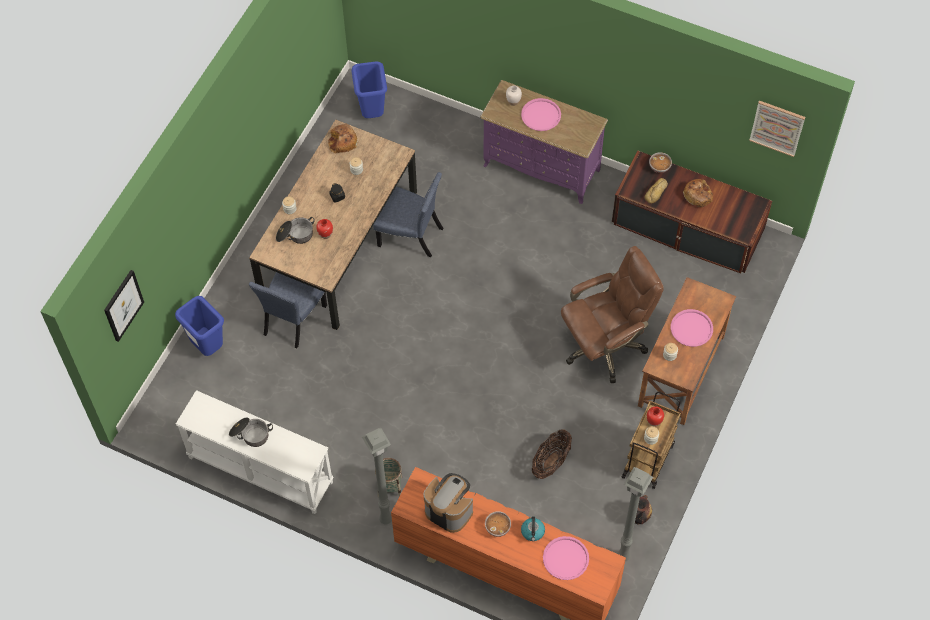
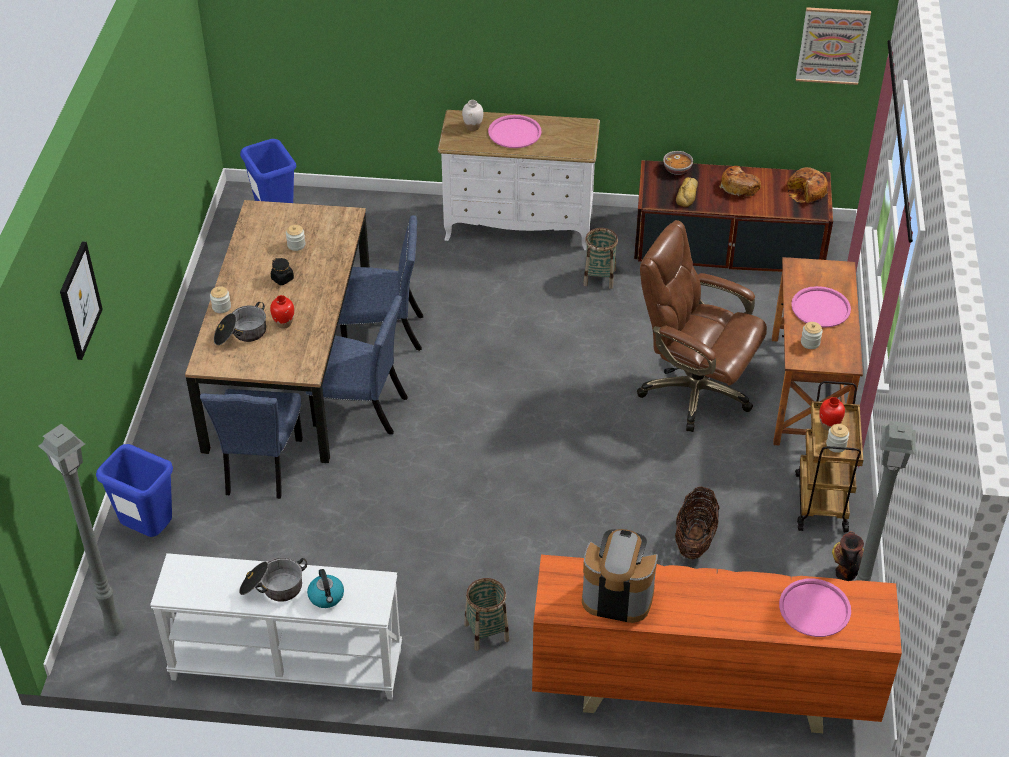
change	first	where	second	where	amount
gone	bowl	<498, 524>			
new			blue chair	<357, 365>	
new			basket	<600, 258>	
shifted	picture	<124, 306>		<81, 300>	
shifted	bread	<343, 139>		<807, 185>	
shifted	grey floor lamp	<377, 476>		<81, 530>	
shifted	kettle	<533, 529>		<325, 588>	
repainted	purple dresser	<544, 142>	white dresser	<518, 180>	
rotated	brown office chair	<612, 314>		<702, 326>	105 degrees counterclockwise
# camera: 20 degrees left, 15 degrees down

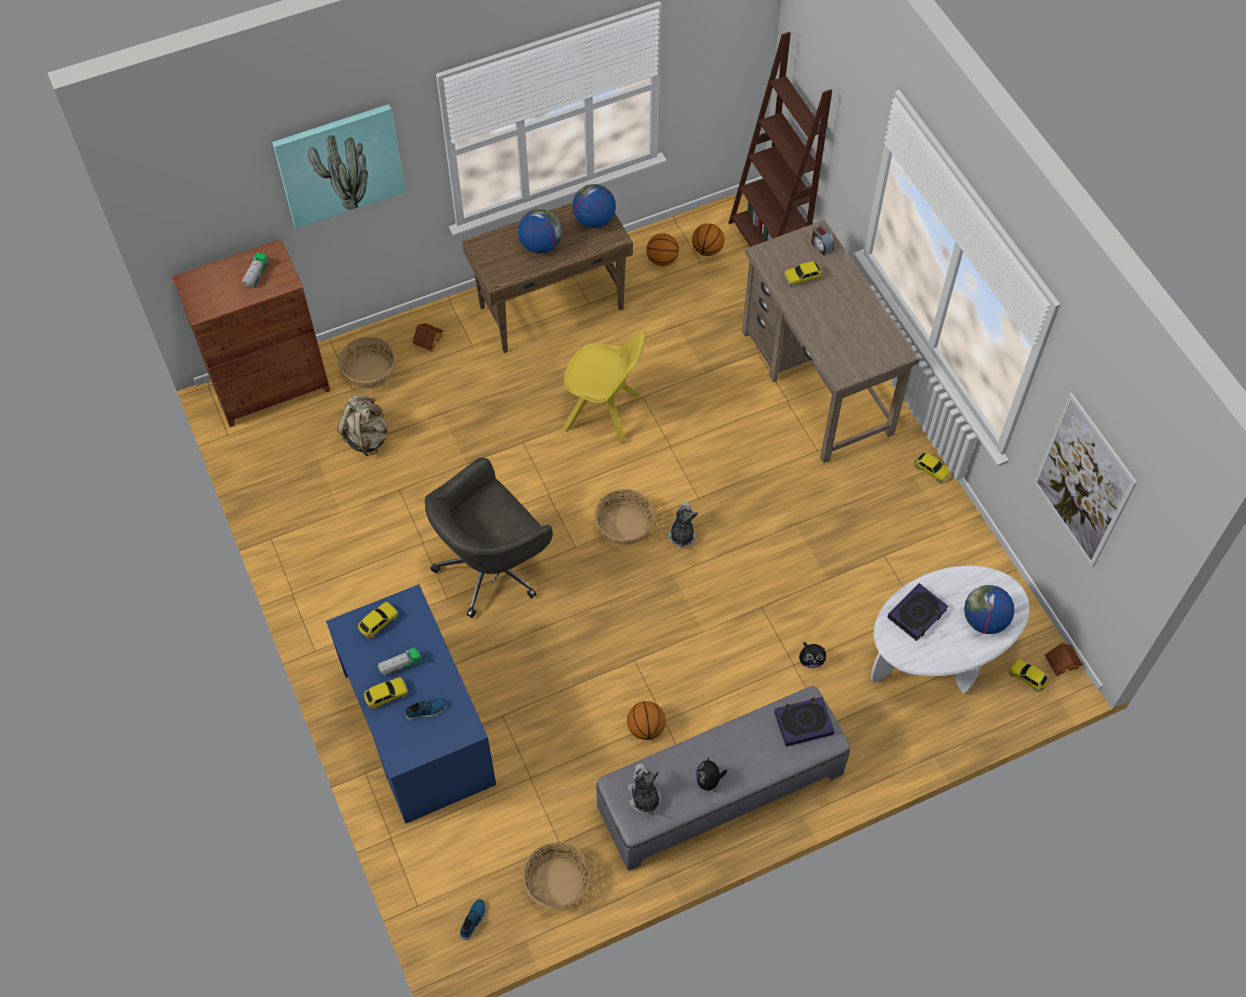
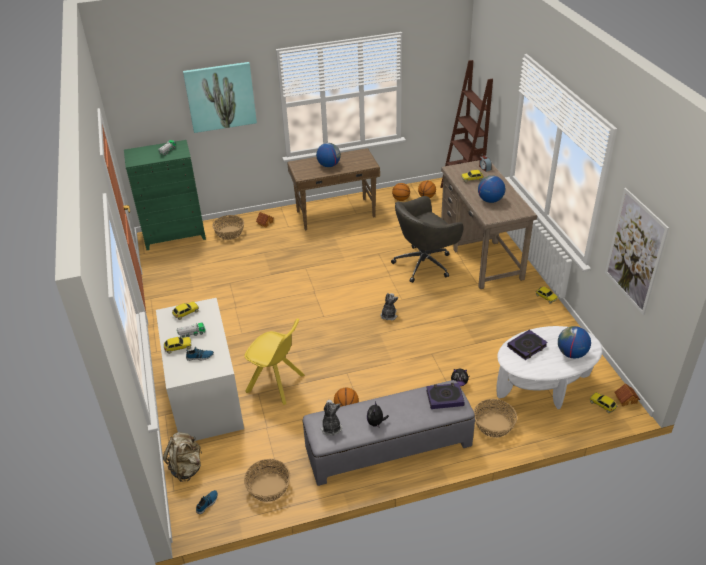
change	first	where	second	where	amount
shifted	beige backpack	<362, 425>		<182, 457>	
shifted	grey office chair	<489, 537>		<427, 239>	
shifted	yellow chair	<603, 387>		<274, 361>	
shifted	globe	<594, 206>		<491, 189>	
shifted	basket	<625, 517>		<495, 418>	
repainted	brown dresser	<251, 333>	green dresser	<165, 195>	
repainted	blue desk	<411, 704>	white desk	<200, 369>	
# camera: 10 degrees right, 20 degrees down

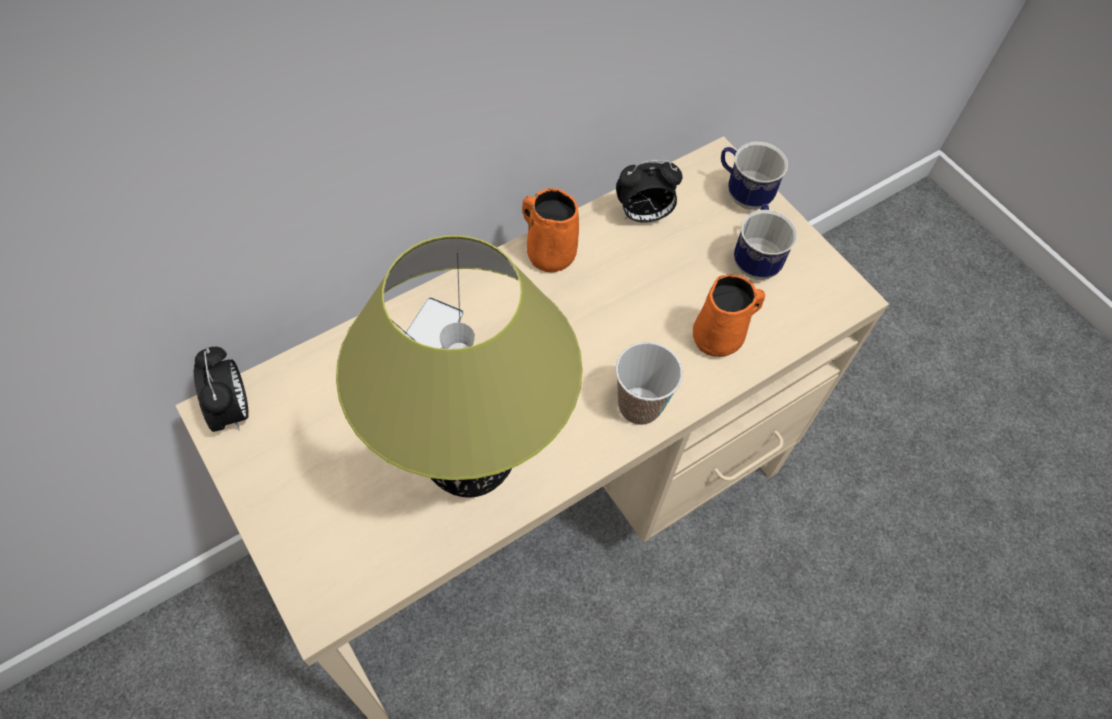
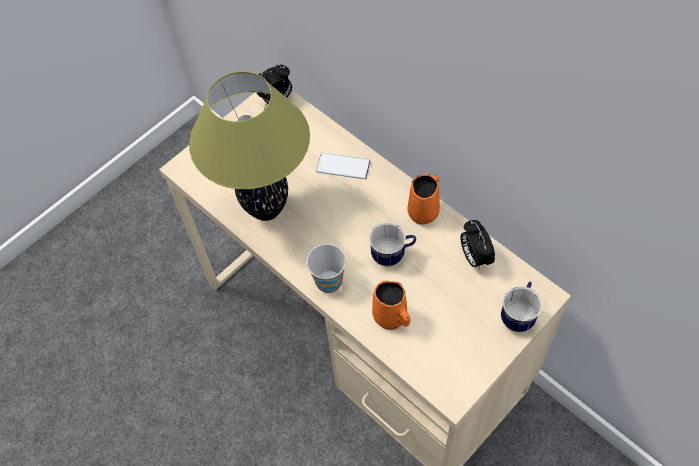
change	first	where	second	where	amount
shifted	mug	<765, 242>		<392, 244>	
# camera: 85 degrees right, 0 degrees up

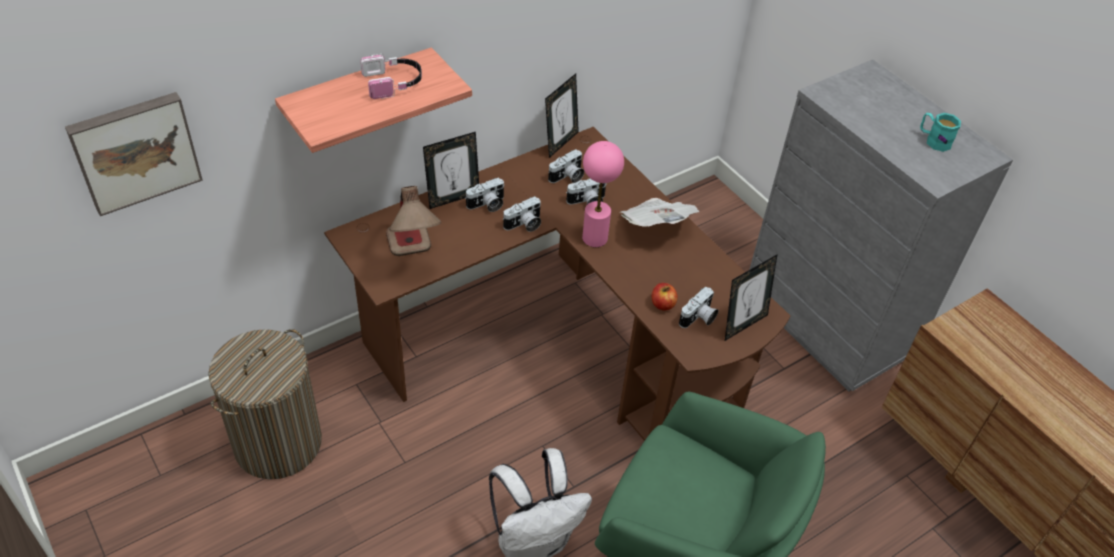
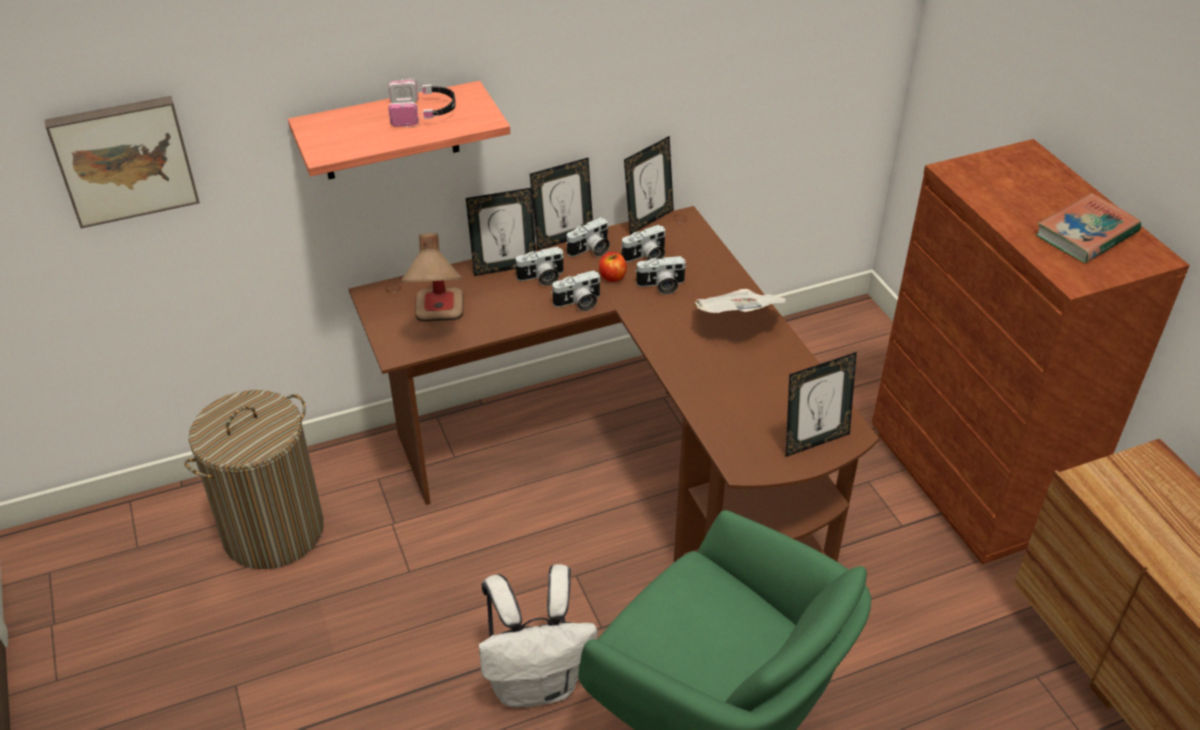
change	first	where	second	where	amount
gone	pink table lamp	<603, 194>			
new			picture frame	<561, 203>	
shifted	apple	<665, 297>		<613, 267>	
shifted	photo camera	<699, 307>		<588, 237>	
swapped	turquoise mug	<940, 132>	book	<1088, 228>	
repainted	grey dresser	<881, 225>	brown dresser	<1030, 351>	
# camera: 15 degrees right, 5 degrees down

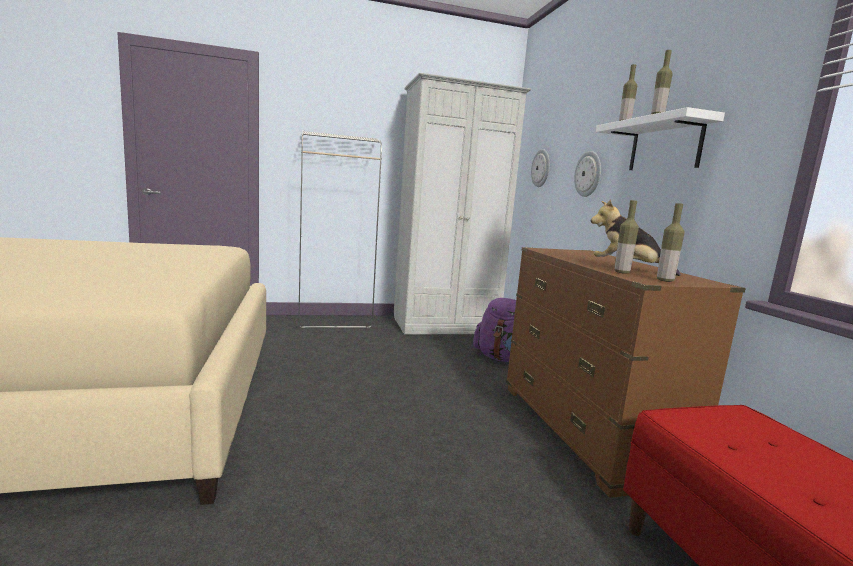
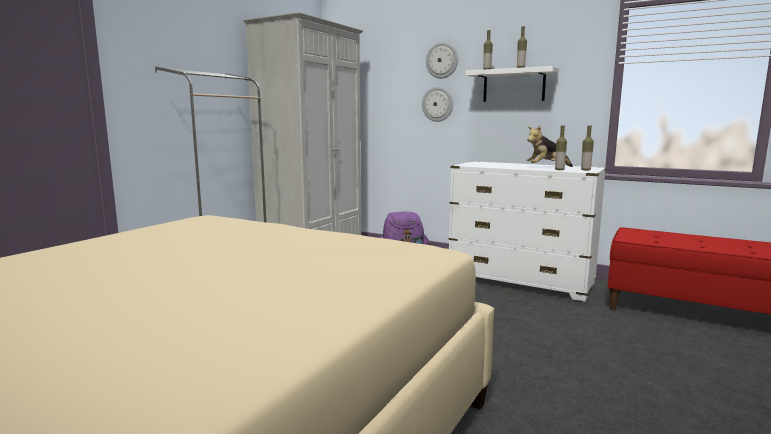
change	first	where	second	where	amount
shifted	wall clock	<540, 168>		<442, 60>	
repainted	brown dresser	<626, 372>	white dresser	<527, 231>	
# camera: 45 degrees left, 0 degrees up

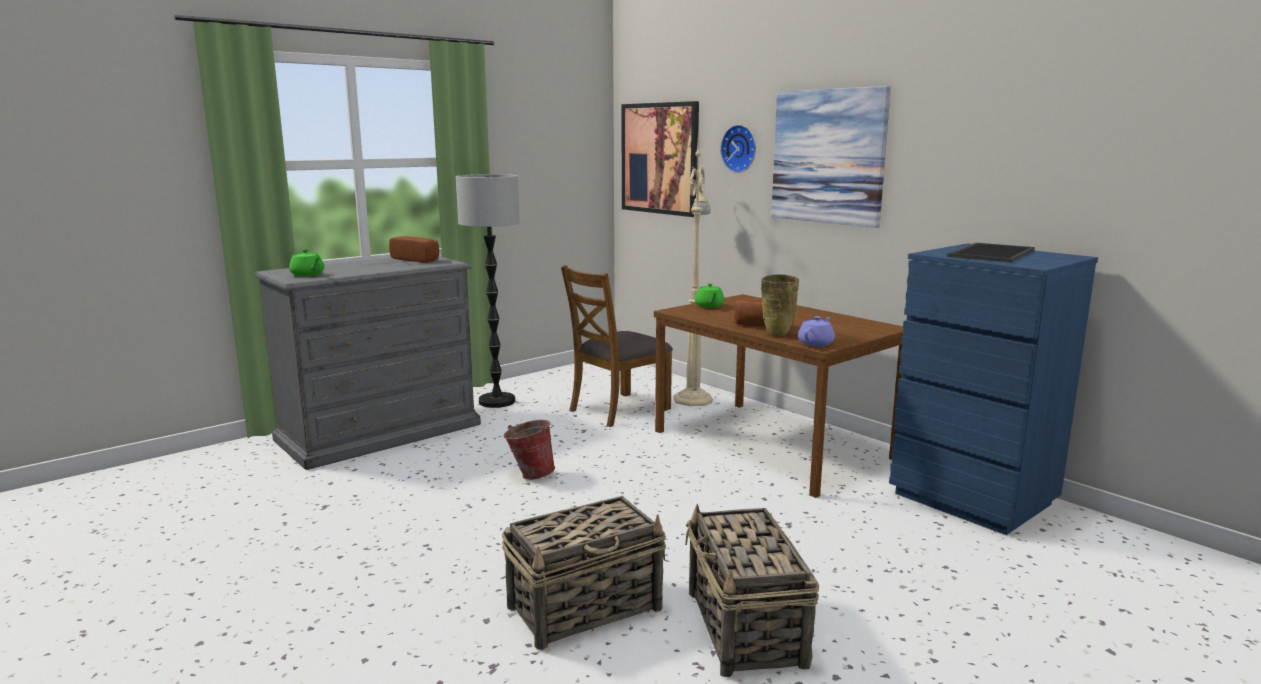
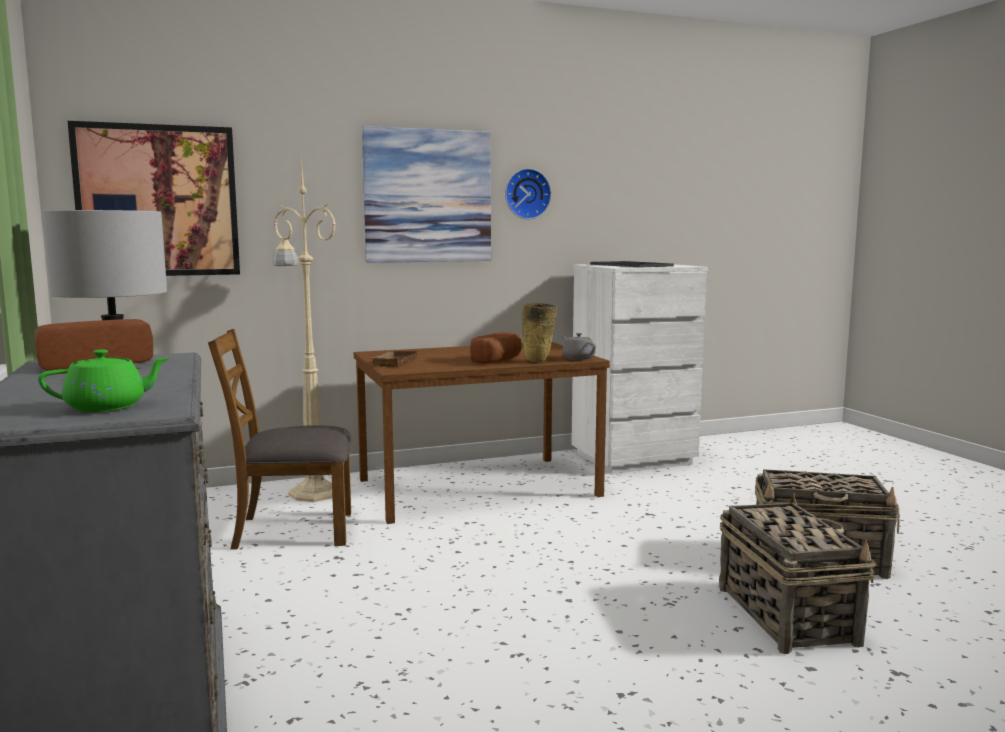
change	first	where	second	where	amount
gone	bucket	<529, 450>			
shifted	wall clock	<738, 149>		<528, 193>	
swapped	green teapot	<709, 295>	brown tray	<394, 359>	
repainted	purple teapot	<816, 331>	grey teapot	<578, 346>	
repainted	blue dresser	<993, 389>	white dresser	<639, 369>	
rotated	brown chair	<617, 346>		<280, 439>	105 degrees clockwise
# camera: 70 degrees left, 5 degrees down

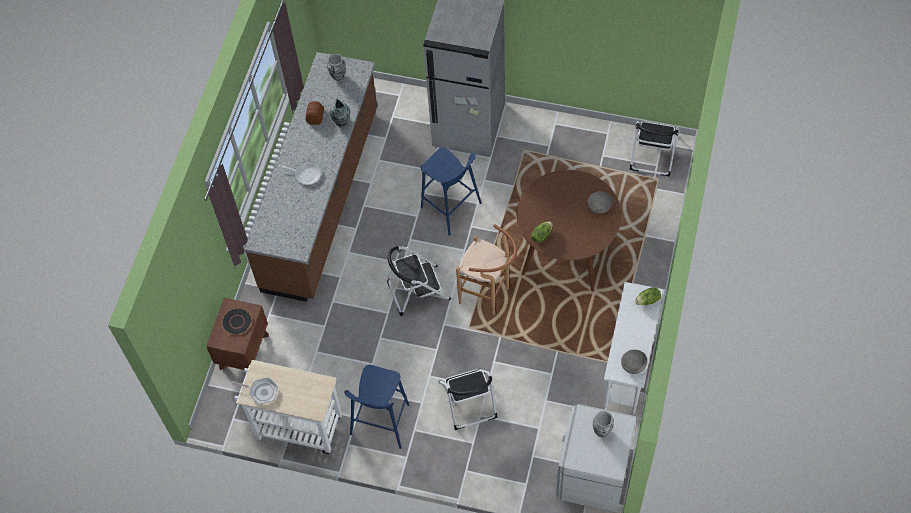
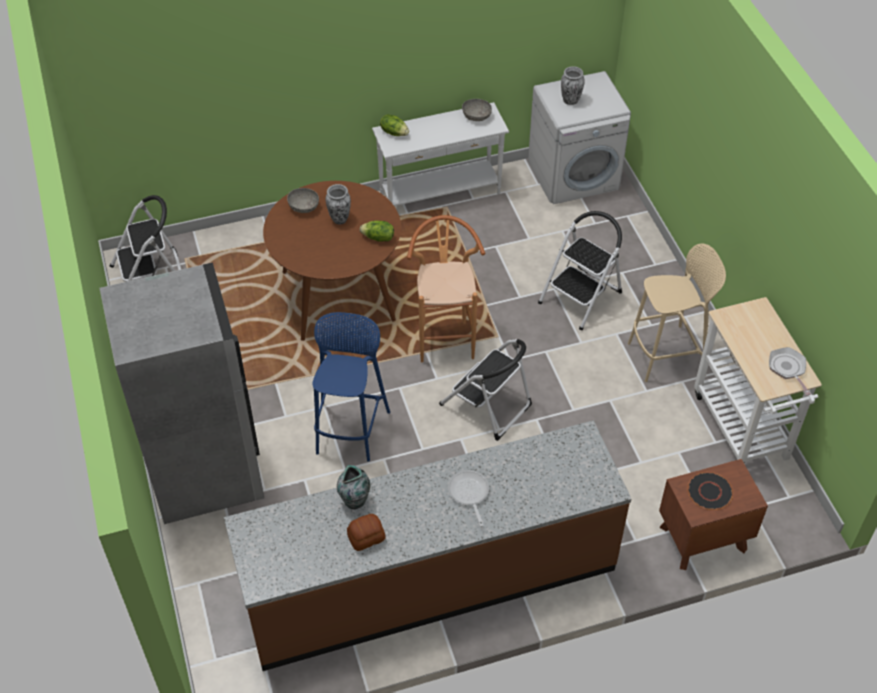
change	first	where	second	where	amount
shifted	vase	<336, 67>		<338, 204>	
repainted	blue stool	<377, 407>	beige stool	<677, 313>	
# camera: 125 degrees left, 10 degrees down

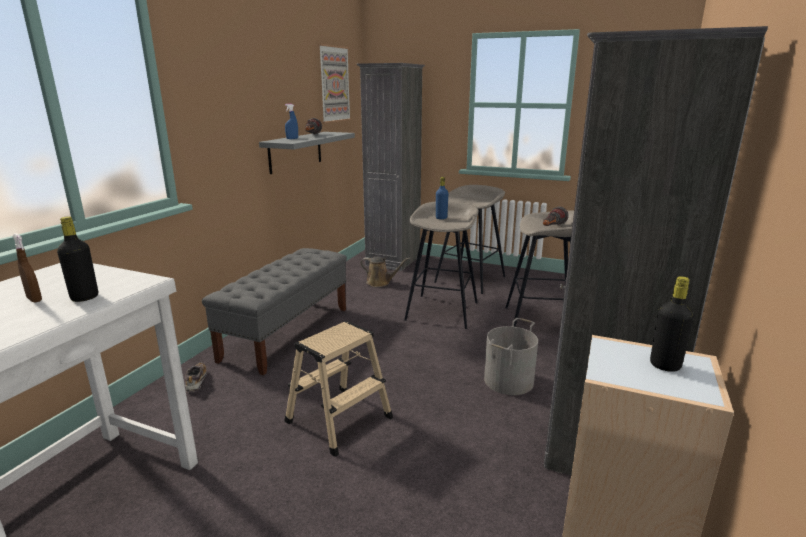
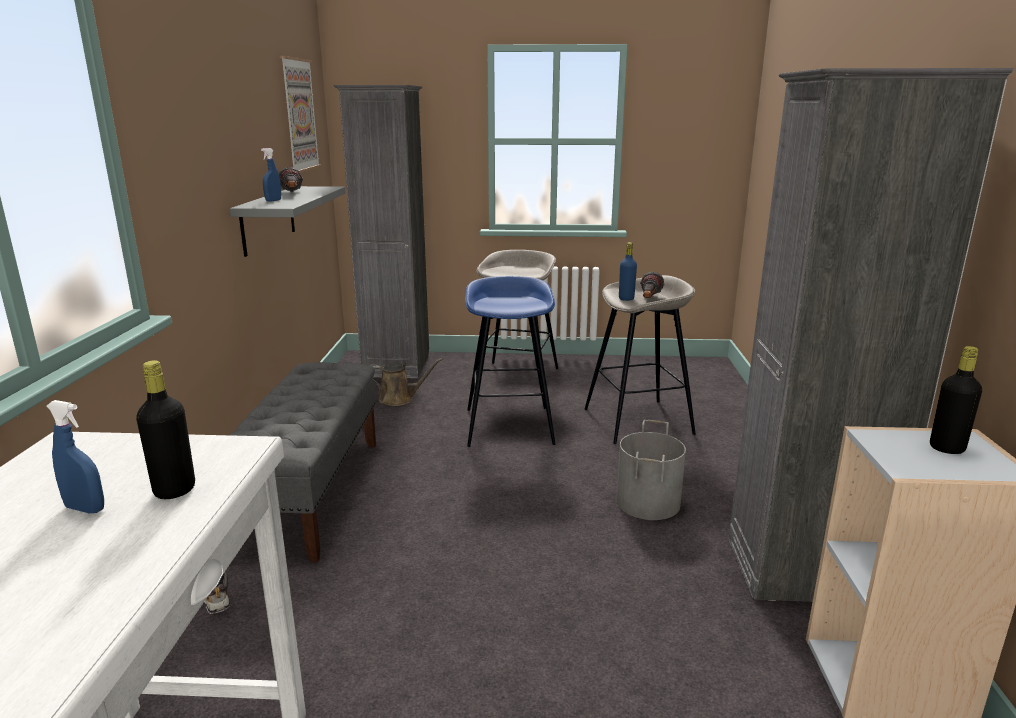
change	first	where	second	where	amount
gone	beige step ladder	<338, 388>			
shifted	blue bottle	<442, 198>		<628, 271>	
repainted	brown spray bottle	<27, 267>	blue spray bottle	<75, 456>	
repainted	grey stool	<441, 265>	blue stool	<510, 361>	
# camera: 20 degrees left, 0 degrees up

